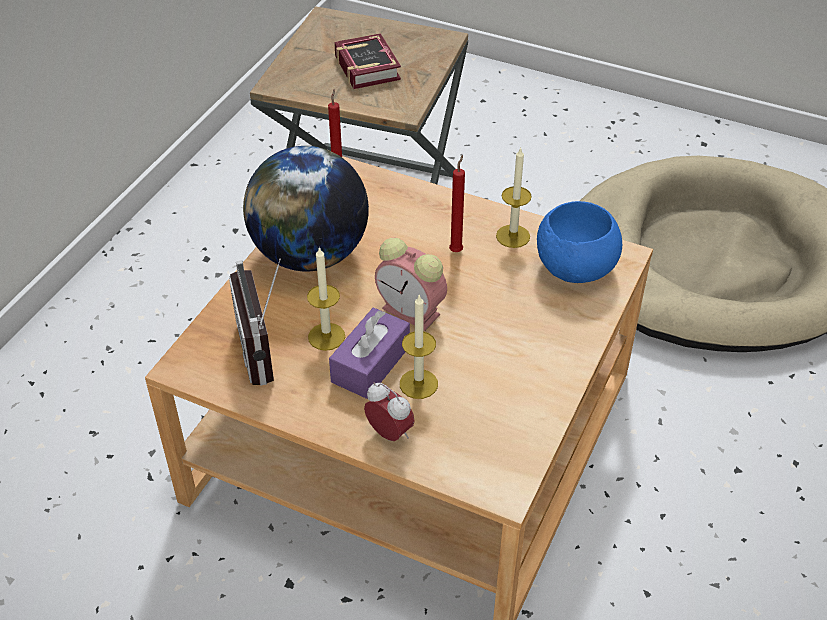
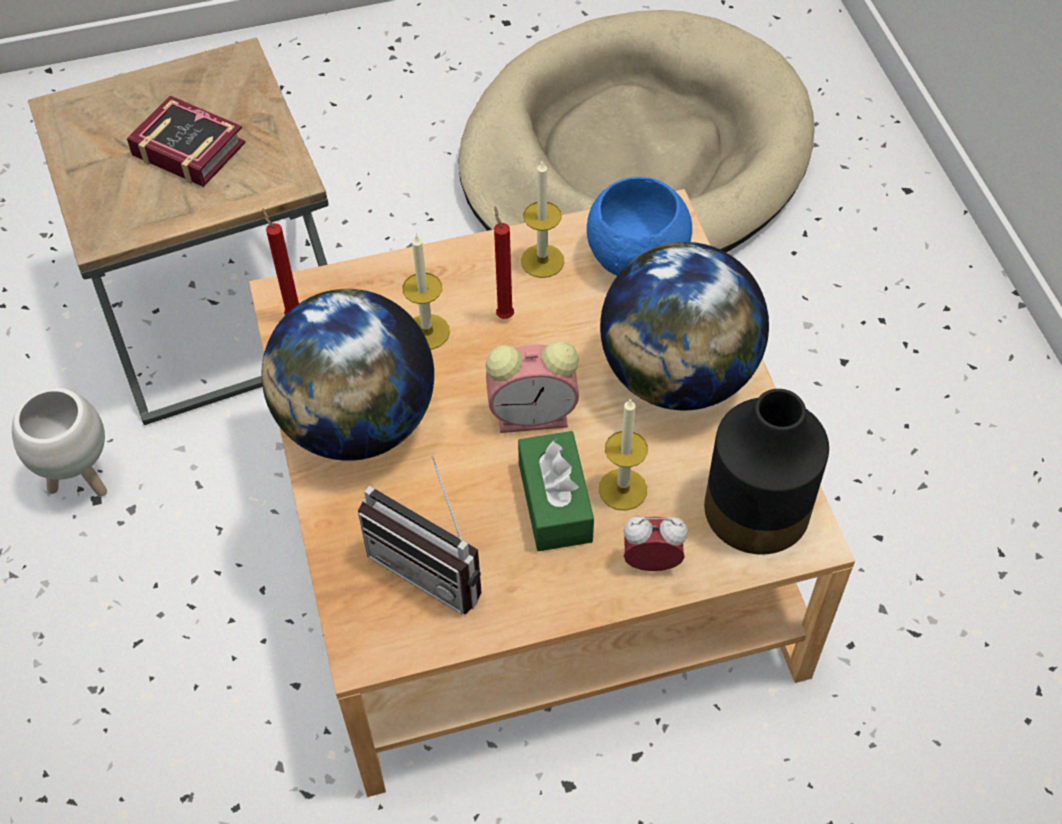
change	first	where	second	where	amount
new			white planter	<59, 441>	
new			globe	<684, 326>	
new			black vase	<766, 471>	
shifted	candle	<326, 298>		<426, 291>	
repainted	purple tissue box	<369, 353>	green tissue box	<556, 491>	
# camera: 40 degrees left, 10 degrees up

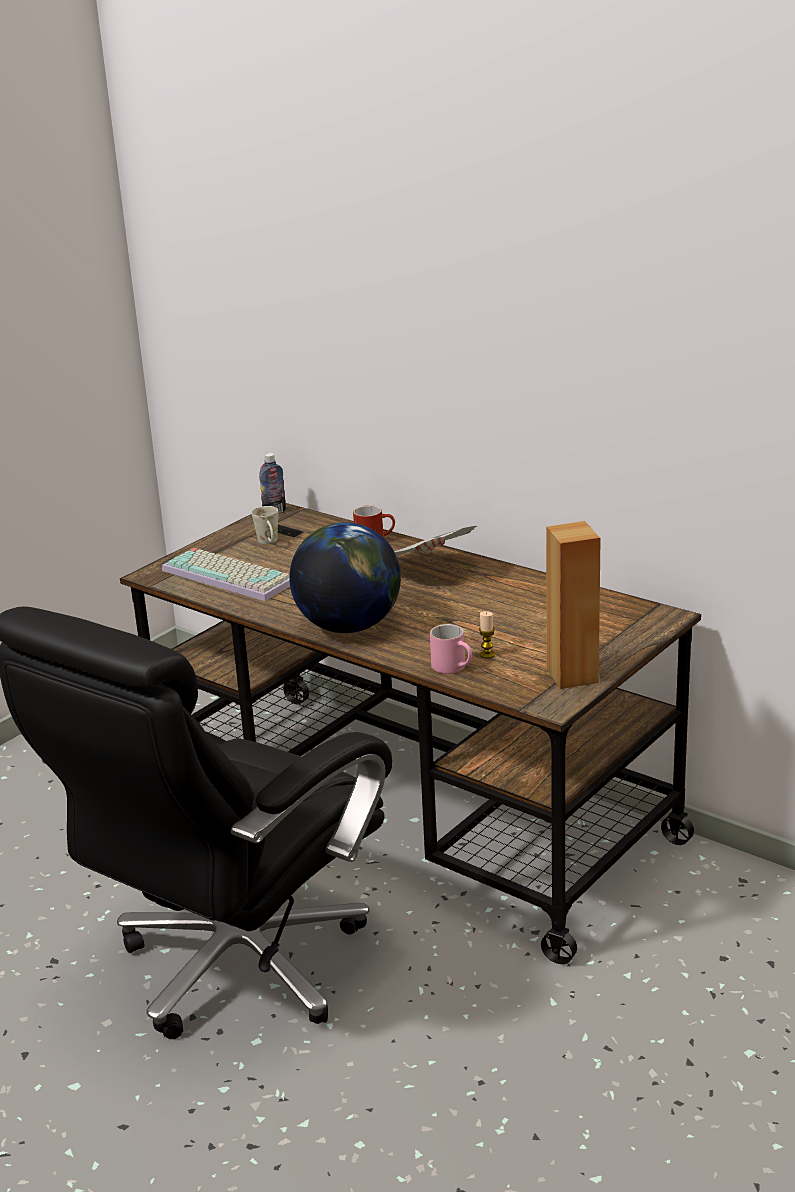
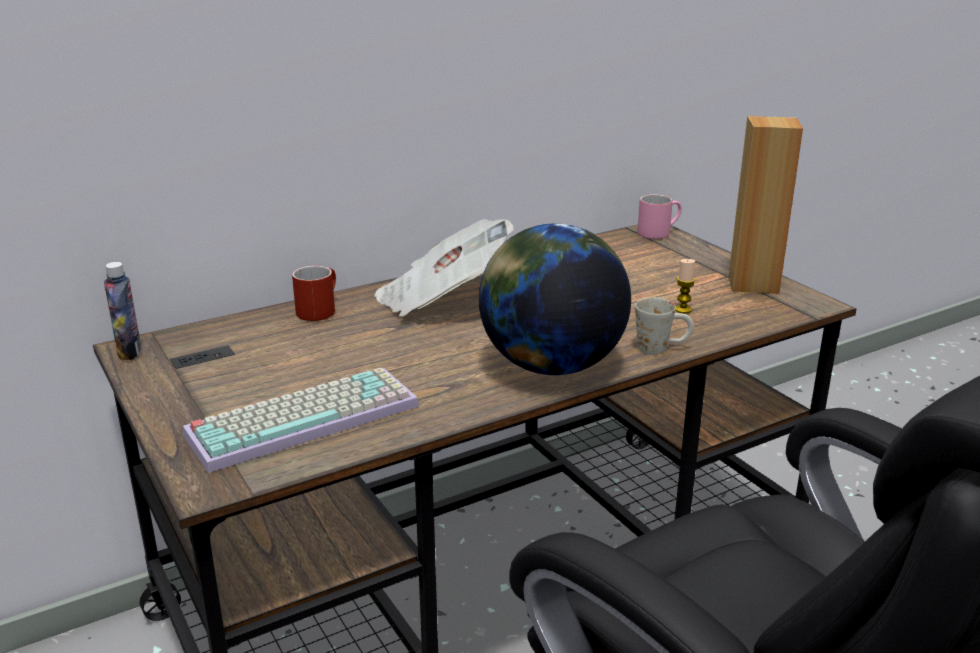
change	first	where	second	where	amount
shifted	white mug	<265, 525>		<664, 326>	
shifted	pink mug	<451, 649>		<660, 216>	
# camera: 70 degrees left, 0 degrees up

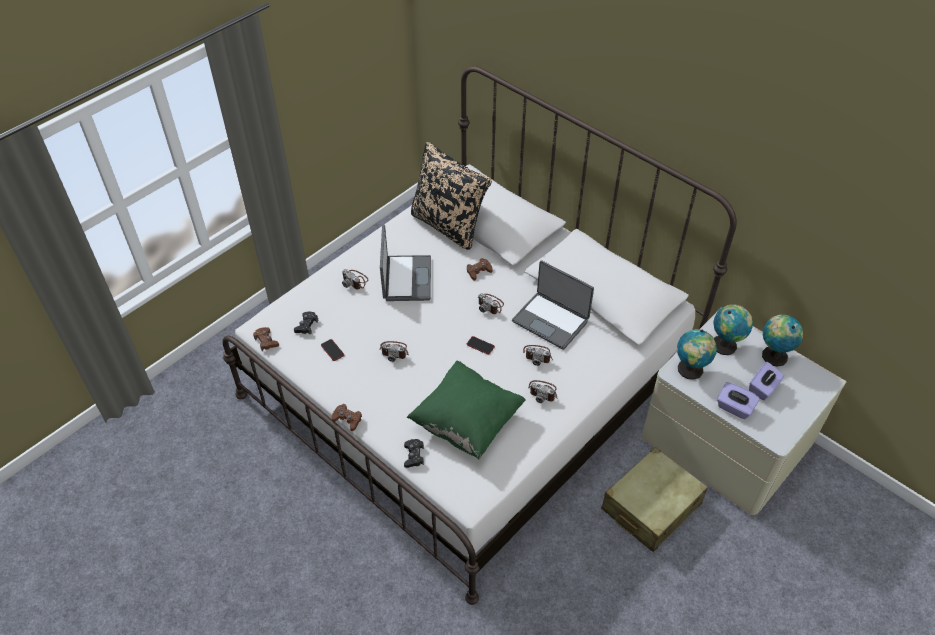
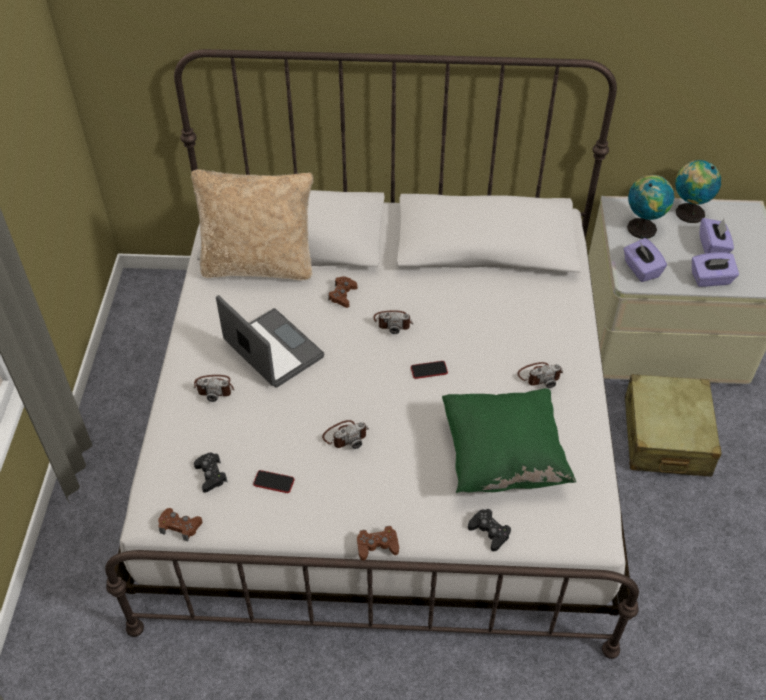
change	first	where	second	where	amount
gone	laptop	<553, 305>			
gone	photo camera	<538, 355>			
swapped	globe	<697, 354>	purple tissue box	<645, 260>	
repainted	black pillow	<451, 196>	beige pillow	<252, 224>	
# camera: 40 degrees left, 0 degrees up

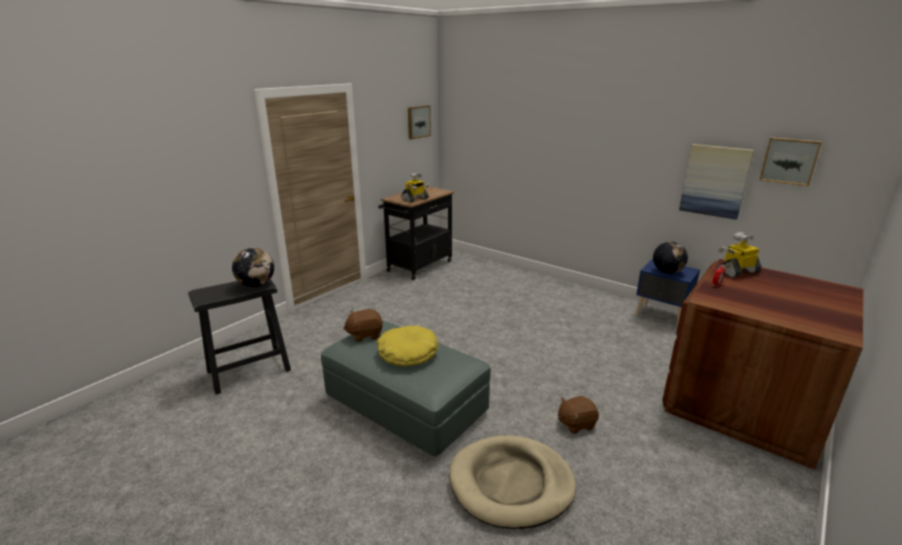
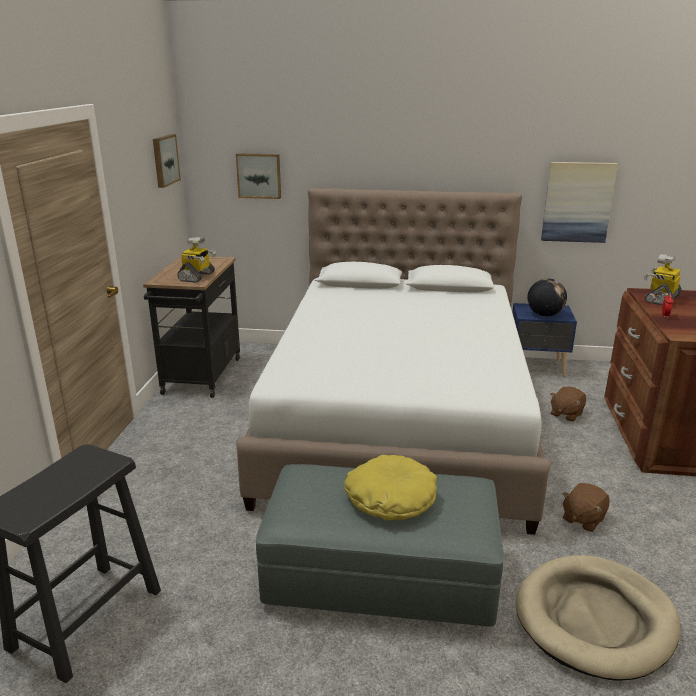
change	first	where	second	where	amount
gone	globe	<253, 267>			
new			white bed	<393, 361>	
shifted	brown plush toy	<363, 325>		<568, 404>	
shifted	picture	<791, 161>		<258, 176>	
# camera: 30 degrees left, 0 degrees up

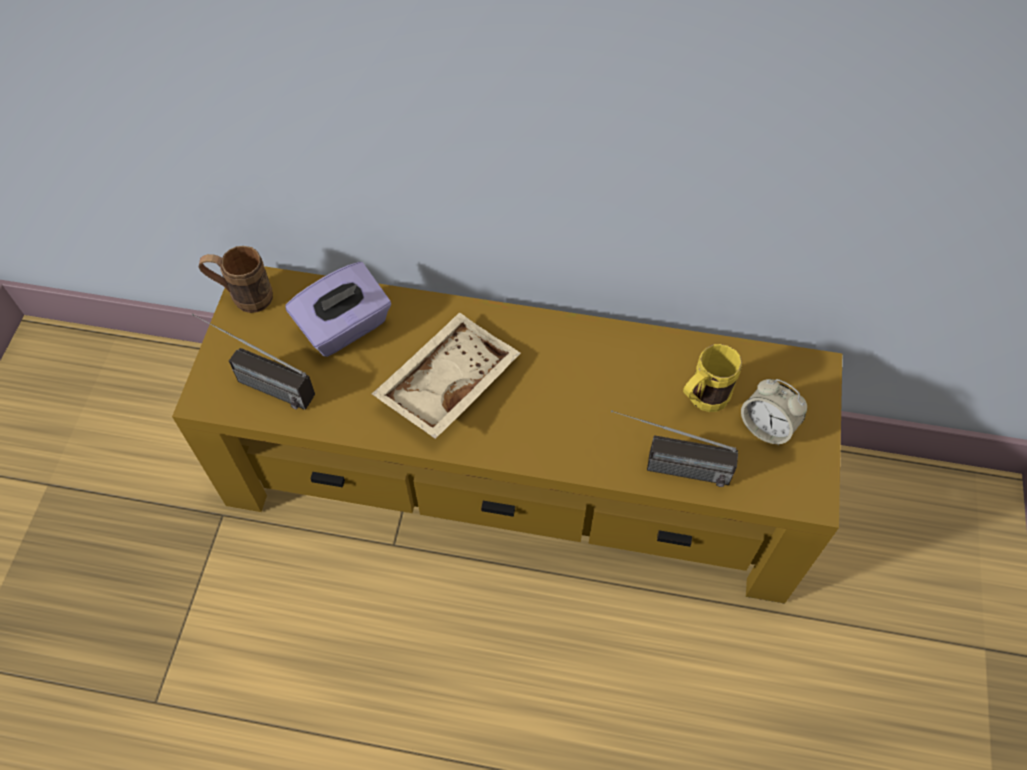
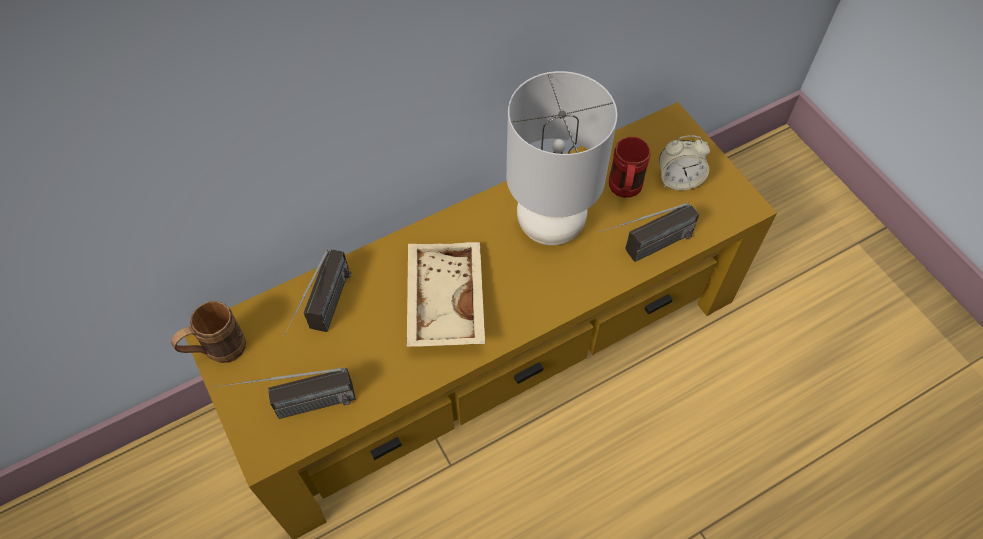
change	first	where	second	where	amount
new			grey table lamp	<561, 158>	
swapped	purple tissue box	<338, 309>	radio	<317, 292>	
repainted	yellow mug	<712, 378>	red mug	<630, 167>	
# camera: 40 degrees left, 0 degrees up

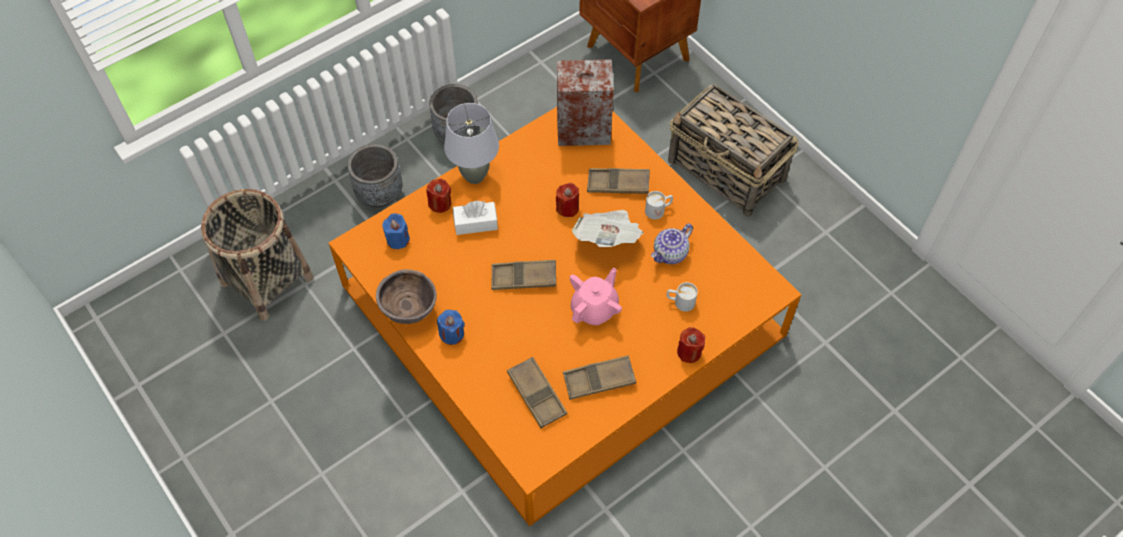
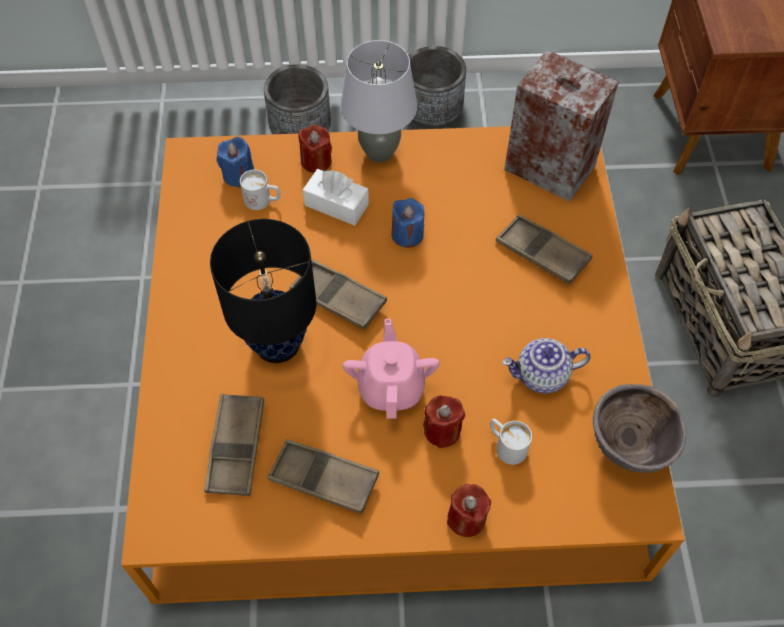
change	first	where	second	where	amount
gone	basket	<257, 255>			
gone	newspaper	<608, 228>			
new			black table lamp	<263, 291>	
shifted	brown bowl	<406, 296>		<639, 428>	
shifted	blue candle	<451, 327>		<407, 223>	
shifted	red candle	<567, 200>		<444, 421>	
shifted	white mug	<659, 205>		<260, 190>	
rotated	pink teapot	<596, 296>		<391, 369>	75 degrees counterclockwise
# camera: 35 degrees right, 0 degrees up

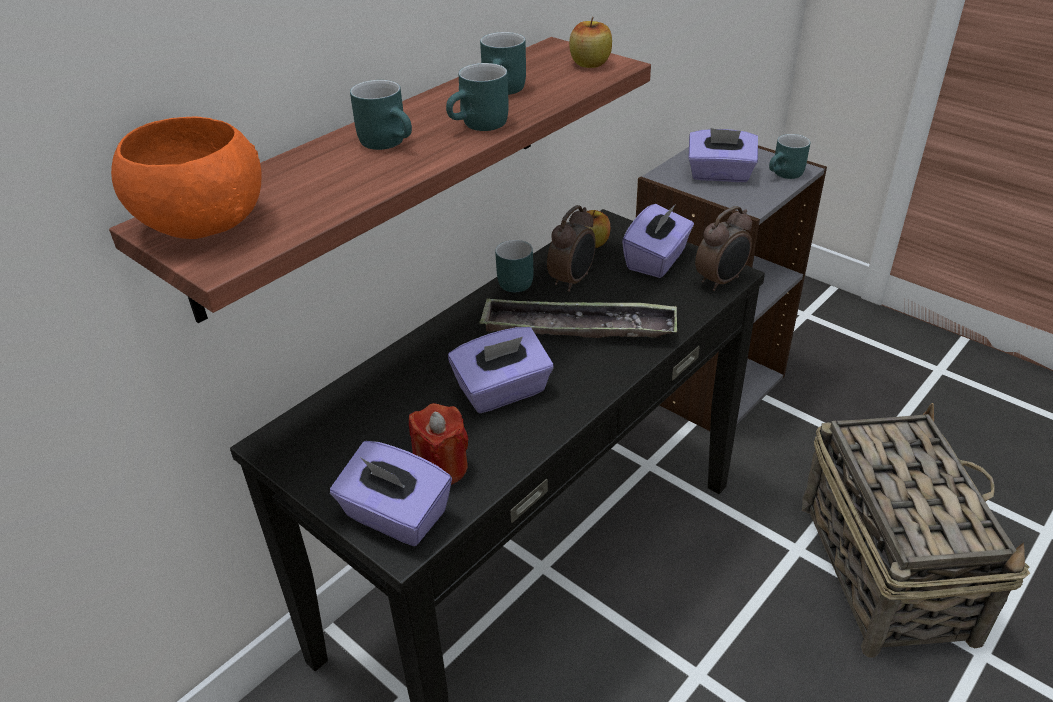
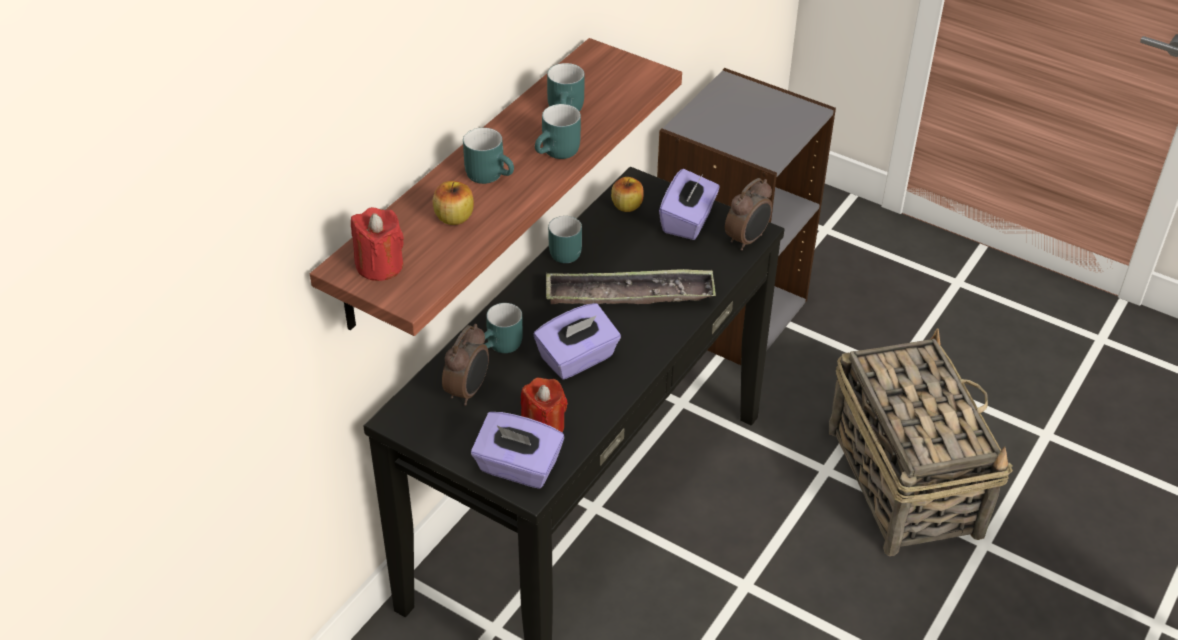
change	first	where	second	where	amount
gone	purple tissue box	<723, 155>			
shifted	alarm clock	<571, 248>		<465, 365>	
shifted	apple	<590, 42>		<453, 203>	
shifted	turquoise mug	<789, 156>		<503, 328>	
swapped	orange bowl	<186, 178>	red candle	<377, 244>	
# camera: 10 degrees left, 5 degrees up

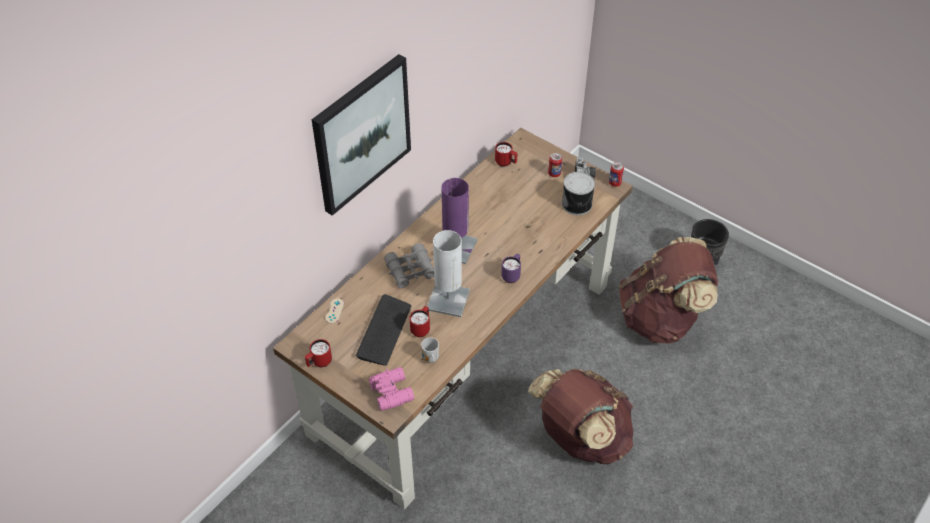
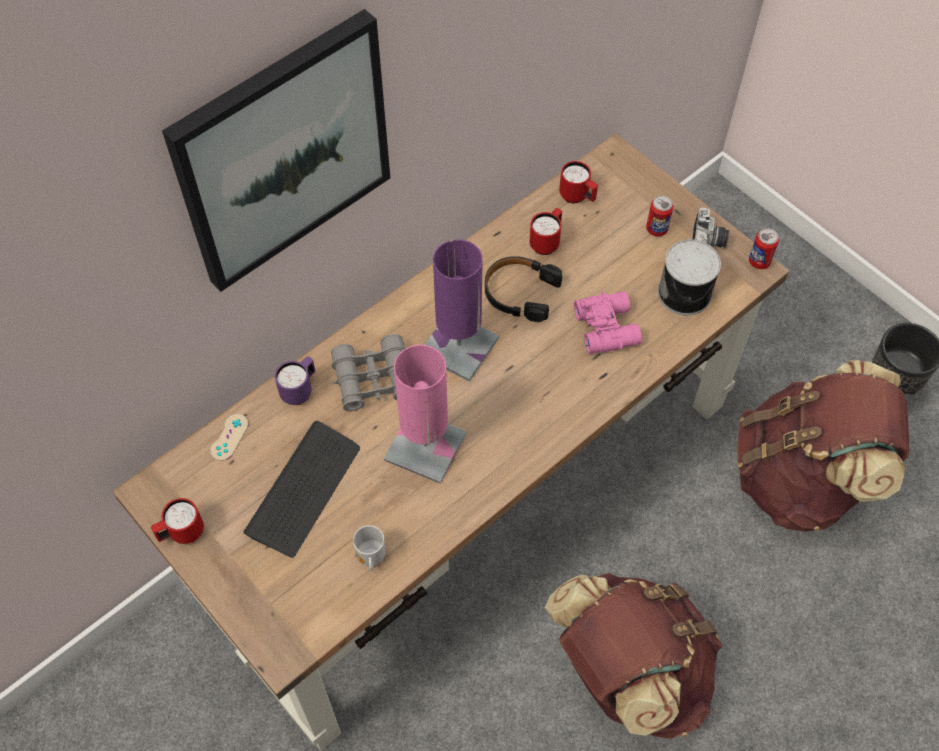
change	first	where	second	where	amount
new			black headphones	<523, 289>	
shifted	pink binoculars	<391, 389>		<608, 322>	
shifted	red mug	<419, 321>		<545, 231>	
shifted	purple mug	<511, 268>		<295, 380>	
repainted	white table lamp	<448, 273>	pink table lamp	<425, 414>	
# camera: 10 degrees right, 10 degrees up

